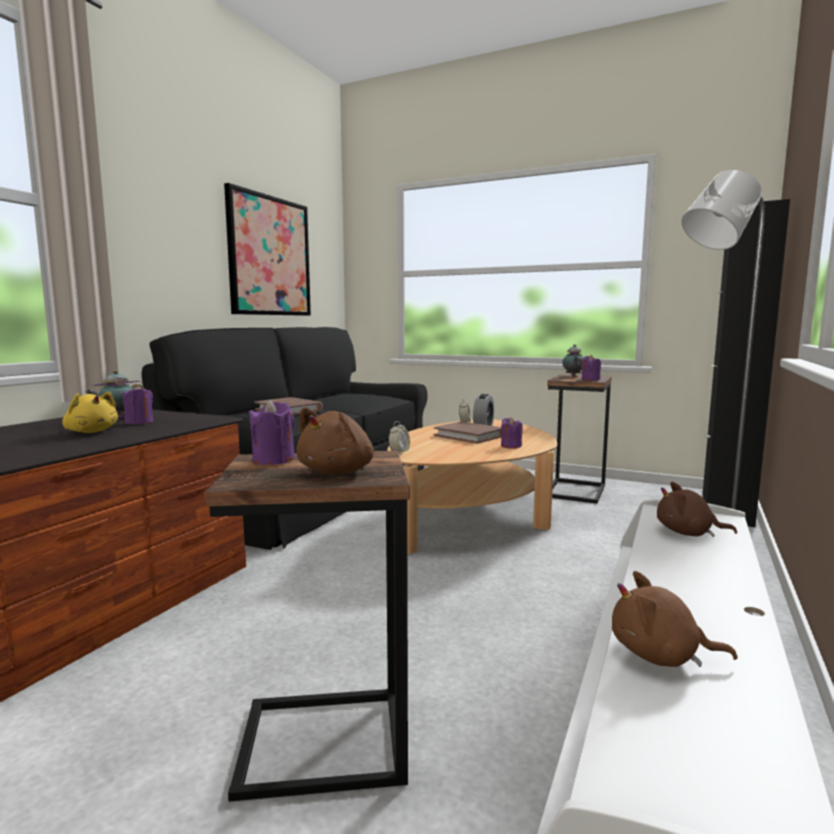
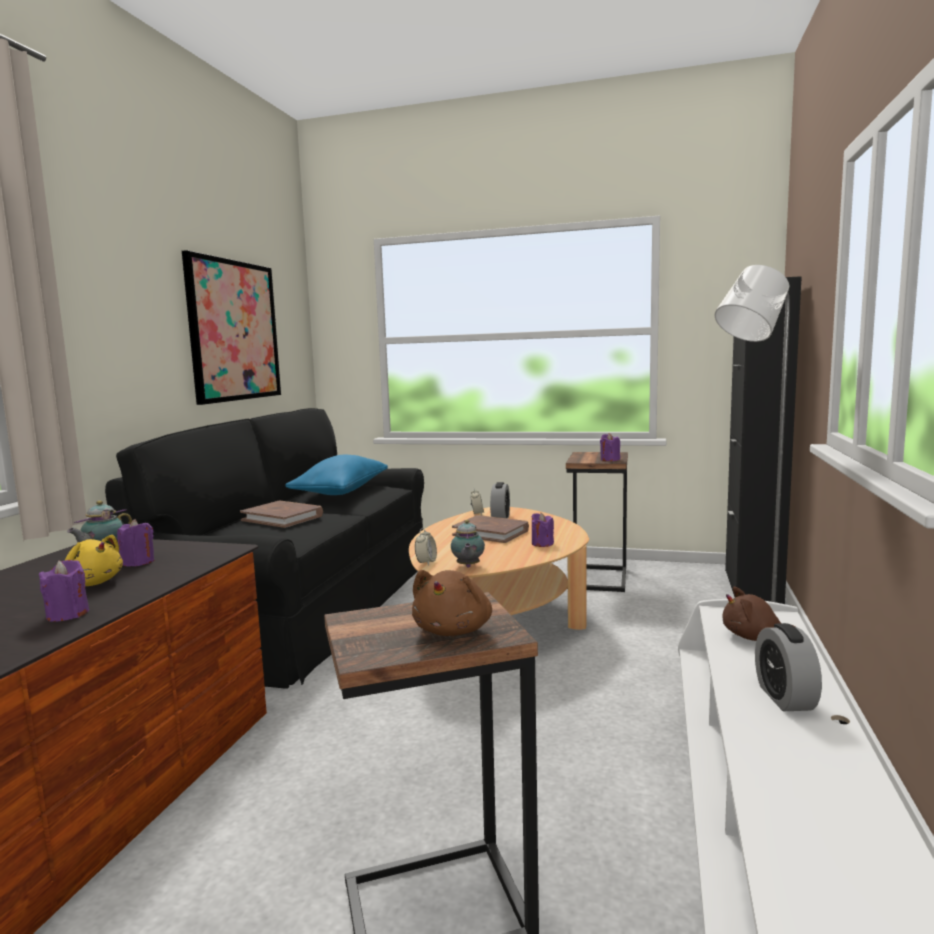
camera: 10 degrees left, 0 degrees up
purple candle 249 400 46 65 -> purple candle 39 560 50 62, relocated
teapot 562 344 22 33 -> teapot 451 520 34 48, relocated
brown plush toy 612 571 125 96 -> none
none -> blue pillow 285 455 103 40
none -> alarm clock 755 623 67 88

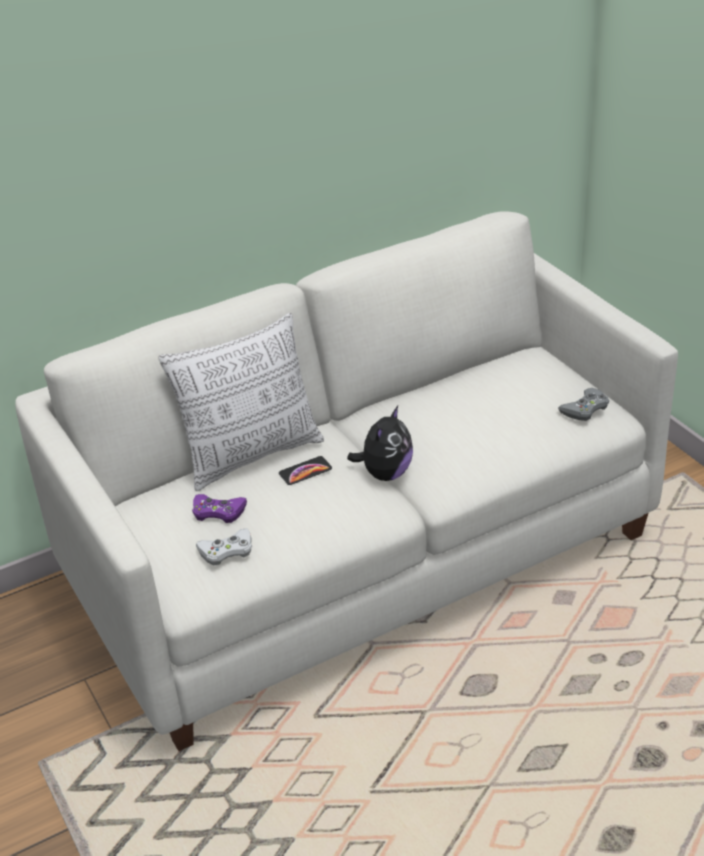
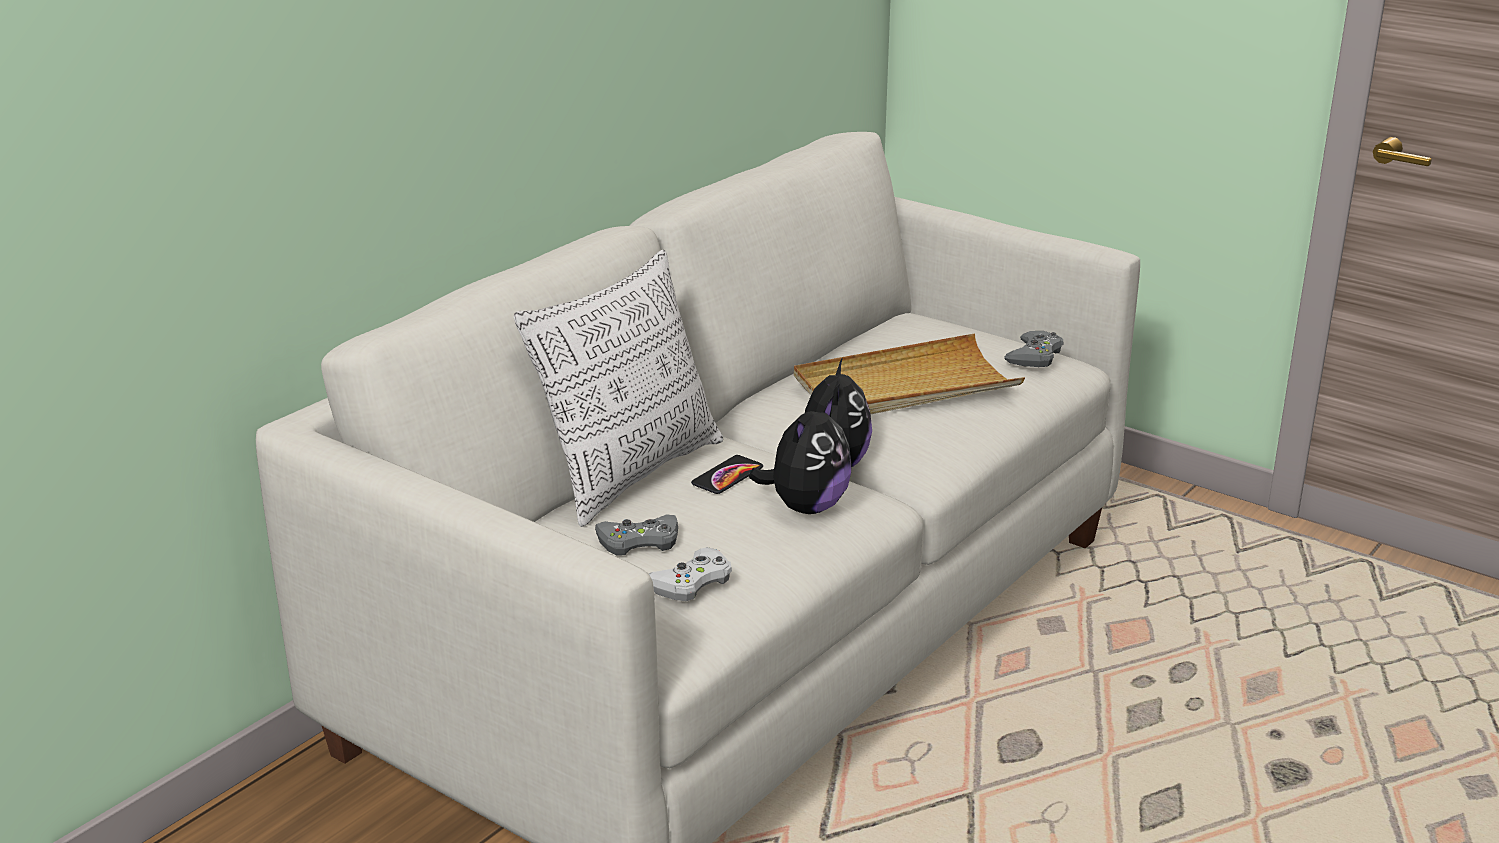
camera: 25 degrees left, 10 degrees down
purple game controller 192 494 55 29 -> grey game controller 595 514 83 41
none -> plush toy 749 397 103 117
none -> beige tray 794 334 231 80

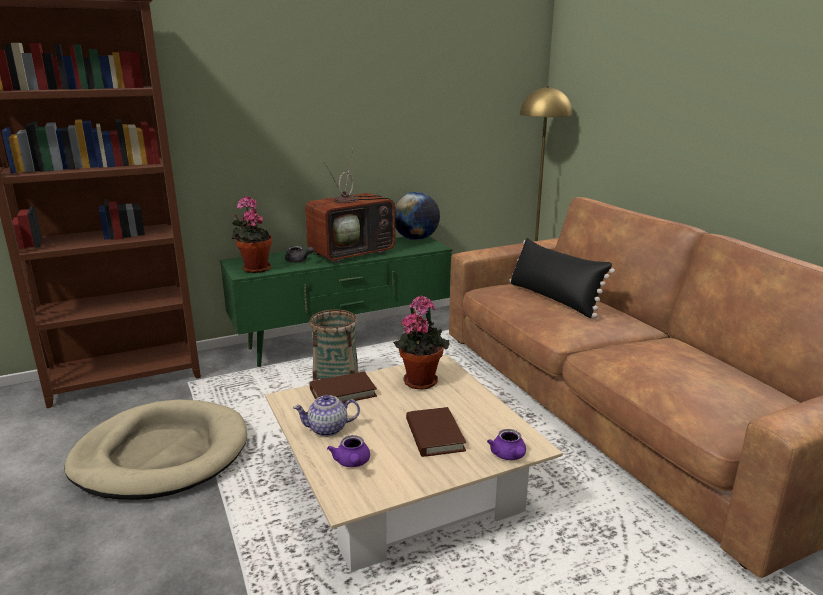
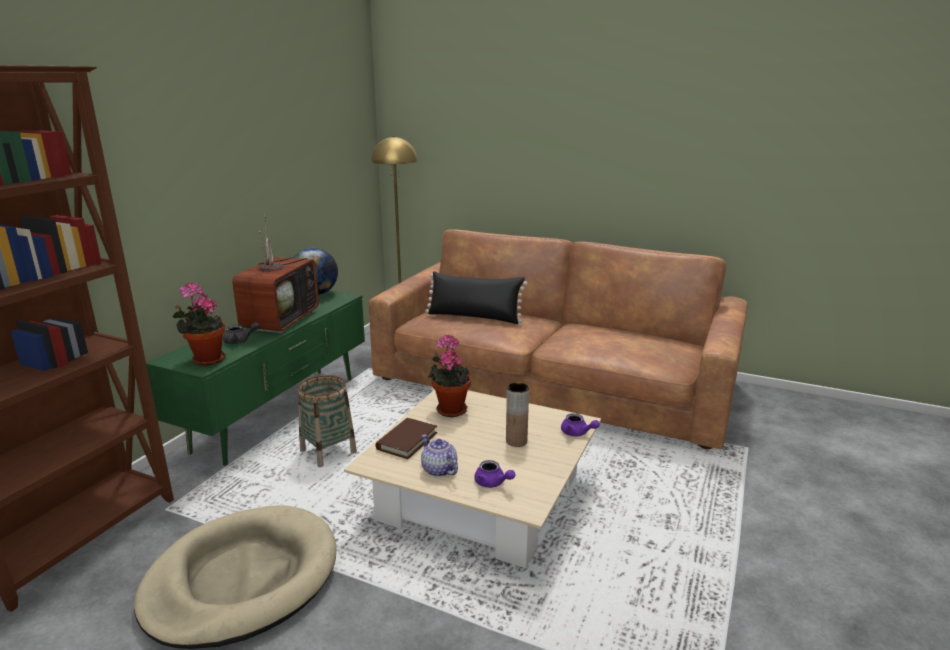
camera: 40 degrees left, 0 degrees up
teapot 293 395 67 41 -> teapot 421 435 37 42, 105 degrees clockwise
brown book 406 407 60 50 -> brown vase 506 382 23 65

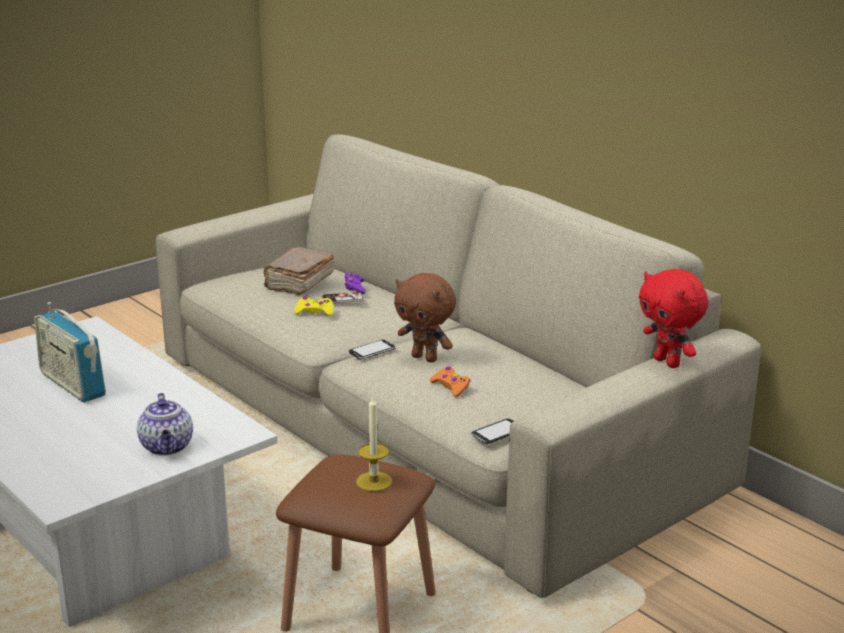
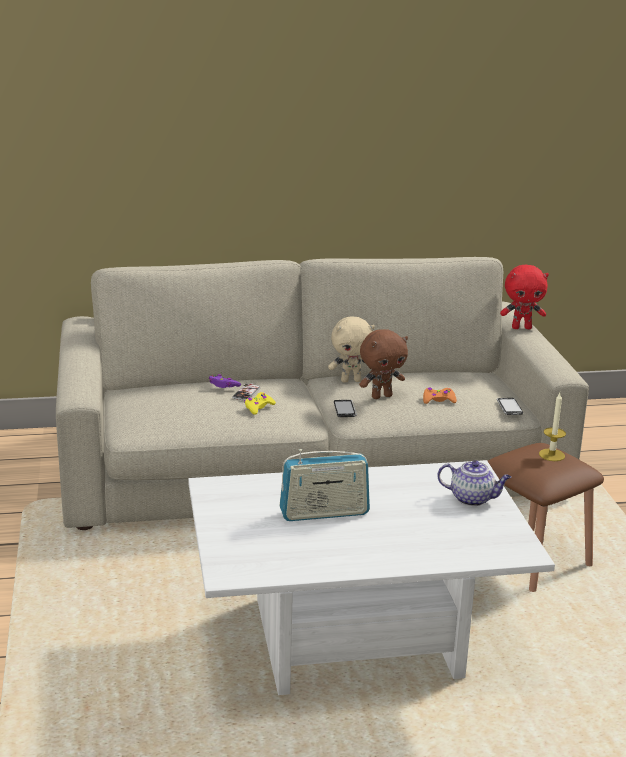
camera: 60 degrees left, 0 degrees up
brown book 264 247 71 49 -> none
none -> beige plush toy 328 316 47 67

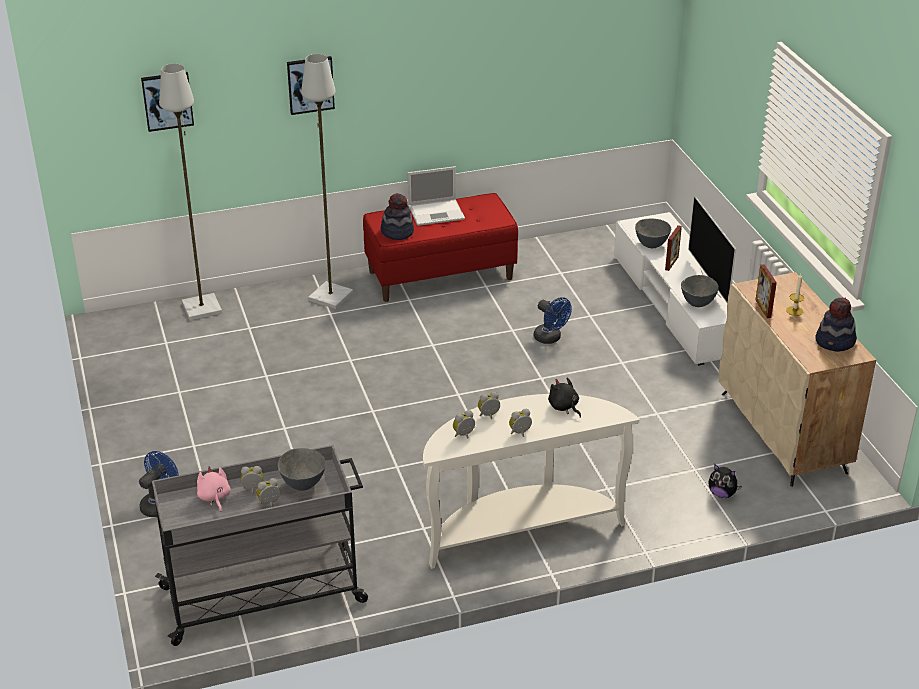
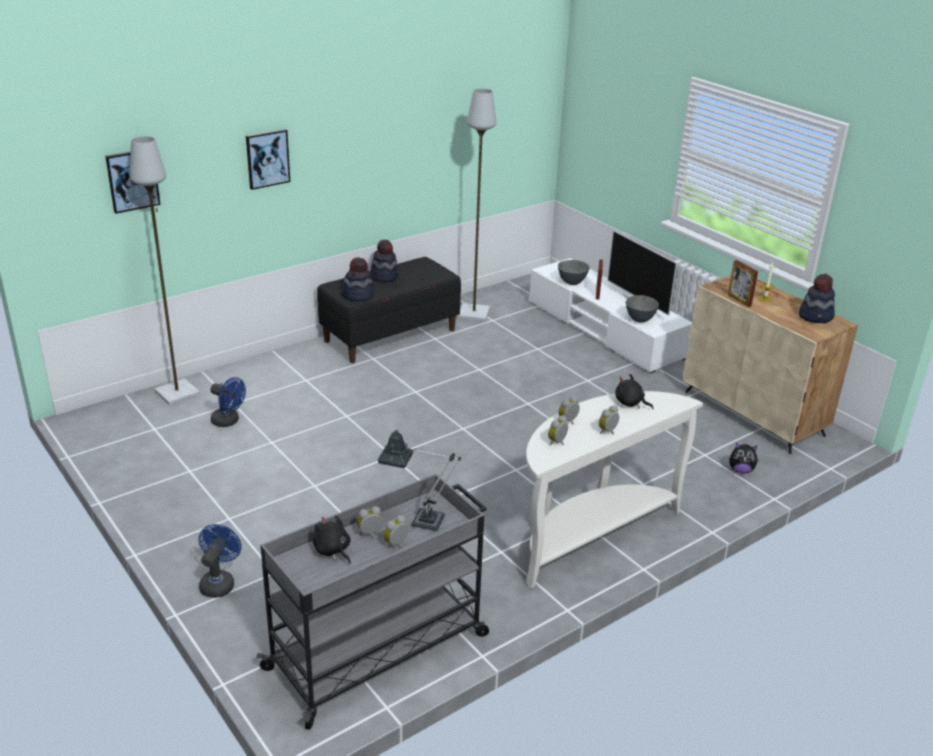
camera: 20 degrees left, 5 degrees down
pink plush toy 197 467 34 45 -> black plush toy 313 515 38 49
grey bowl 278 448 47 42 -> table lamp 378 430 83 101
grey floor lamp 301 54 52 255 -> grey floor lamp 458 88 38 234, relocated
red bench 363 193 155 109 -> black bench 317 257 144 106
laptop 408 166 57 60 -> hat 370 240 29 42
blue fan 534 297 38 47 -> blue fan 210 377 36 50, relocated

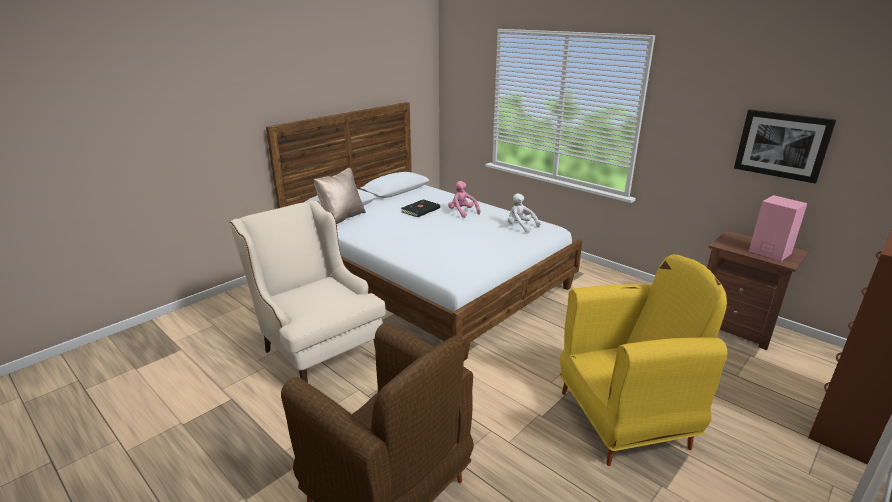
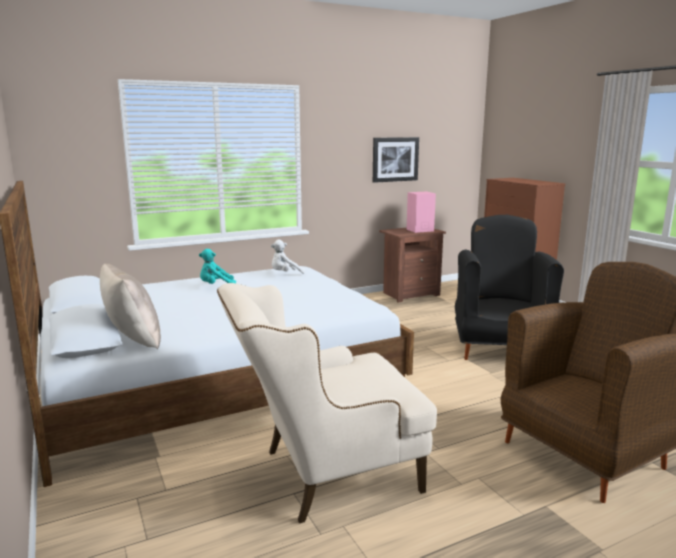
camera: 70 degrees left, 10 degrees down
black book 401 199 39 18 -> none
pink plush toy 448 181 32 37 -> turquoise plush toy 199 249 37 35
yellow armchair 560 255 168 211 -> black armchair 455 215 109 145

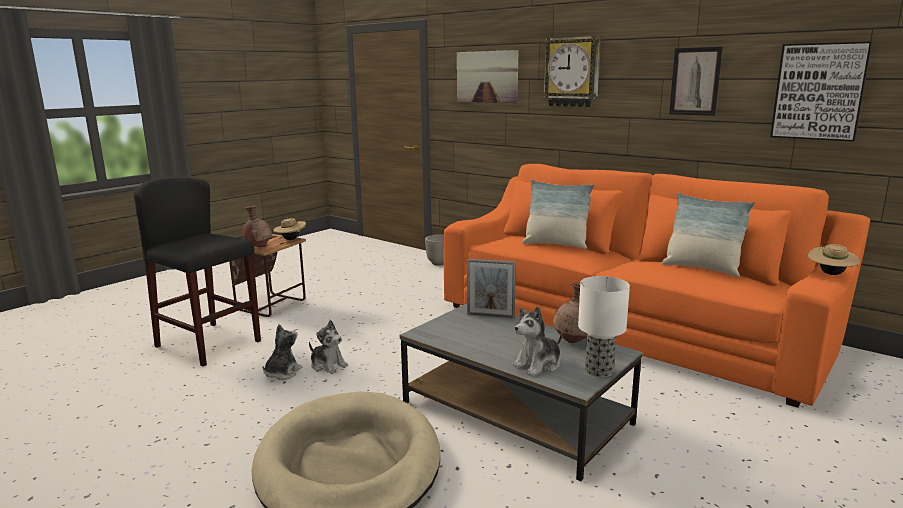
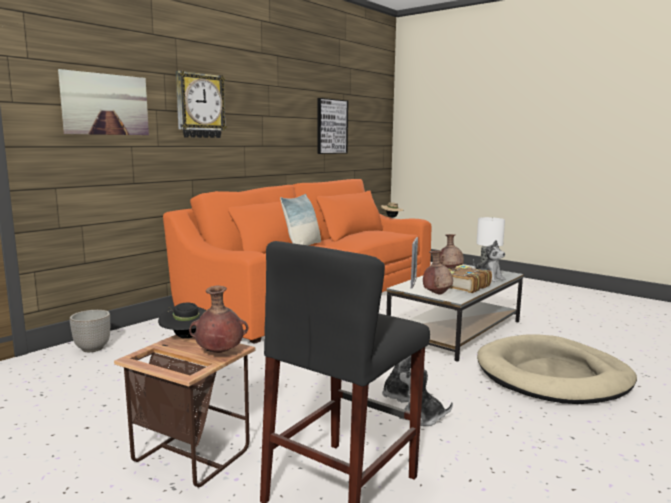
camera: 90 degrees left, 5 degrees down
beige hat 273 217 33 23 -> black hat 158 303 48 36
pillow 662 193 93 84 -> none
picture 669 47 54 69 -> none
none -> brown vase 423 250 30 45
none -> book 449 265 43 28

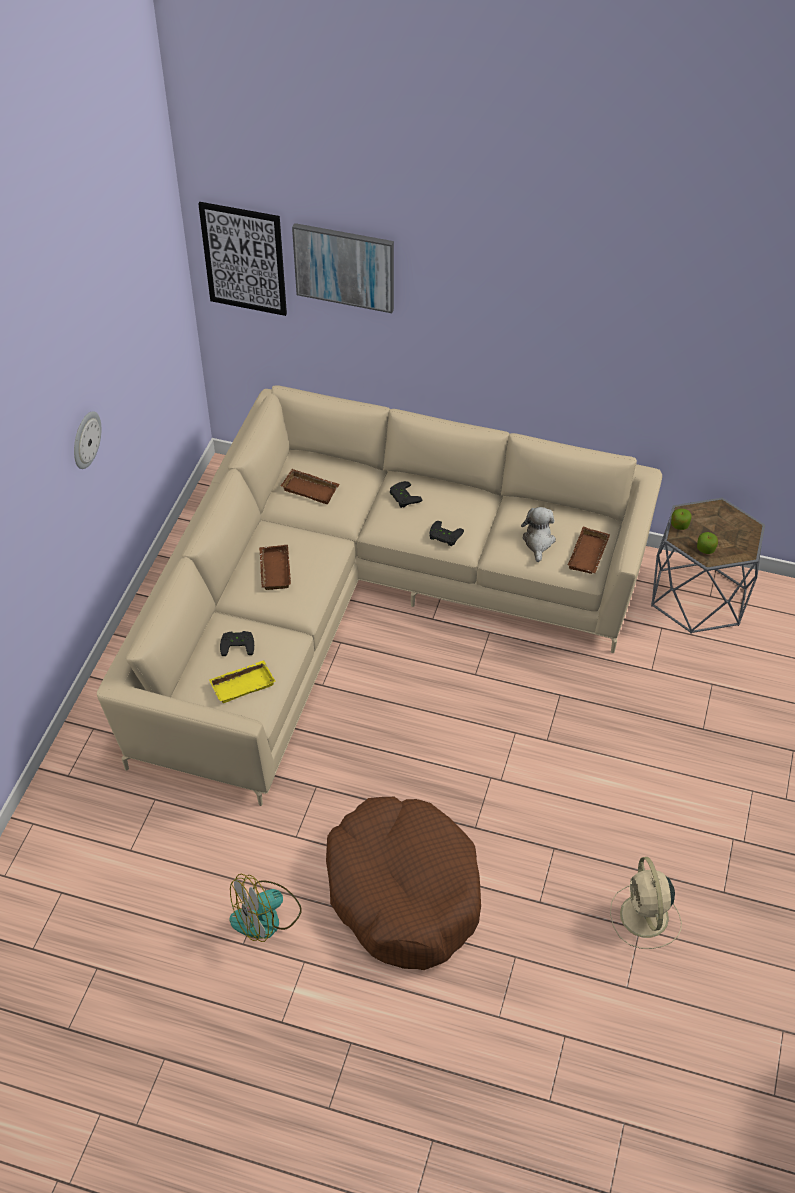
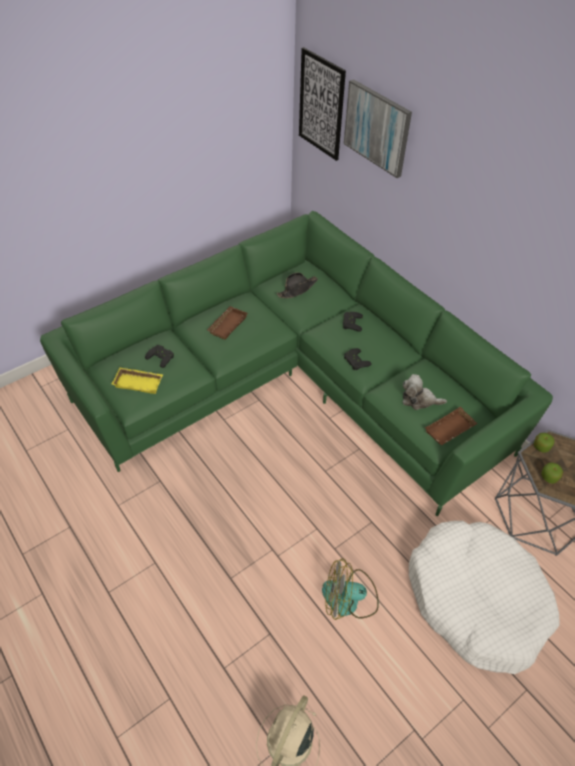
camera: 35 degrees right, 0 degrees up
wall clock 74 411 27 58 -> none
beige sofa 97 385 565 421 -> green sofa 40 211 513 305
fan 229 874 73 68 -> fan 322 558 57 62, relocated
brown tray 281 469 59 35 -> black hat 277 273 41 25
brown dog bed 326 797 155 173 -> none
plush toy 521 507 35 55 -> plush toy 403 374 44 36, 120 degrees counterclockwise
none -> white dog bed 409 521 151 153

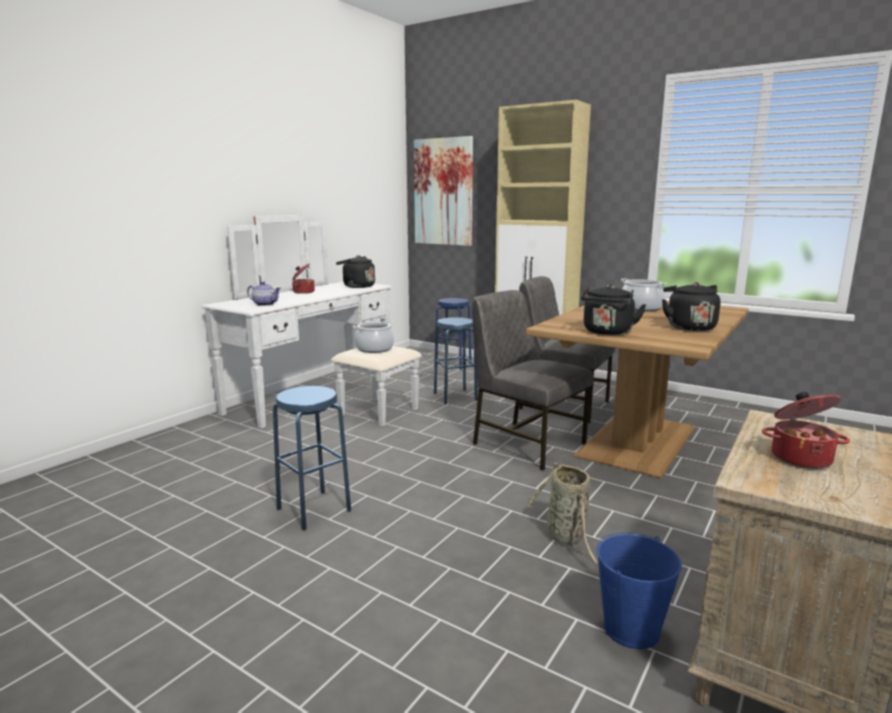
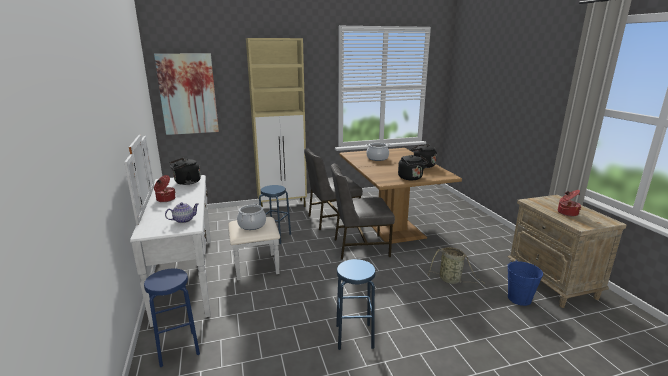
camera: 50 degrees left, 5 degrees up
blue stool 434 298 38 72 -> blue stool 144 269 56 98, relocated

